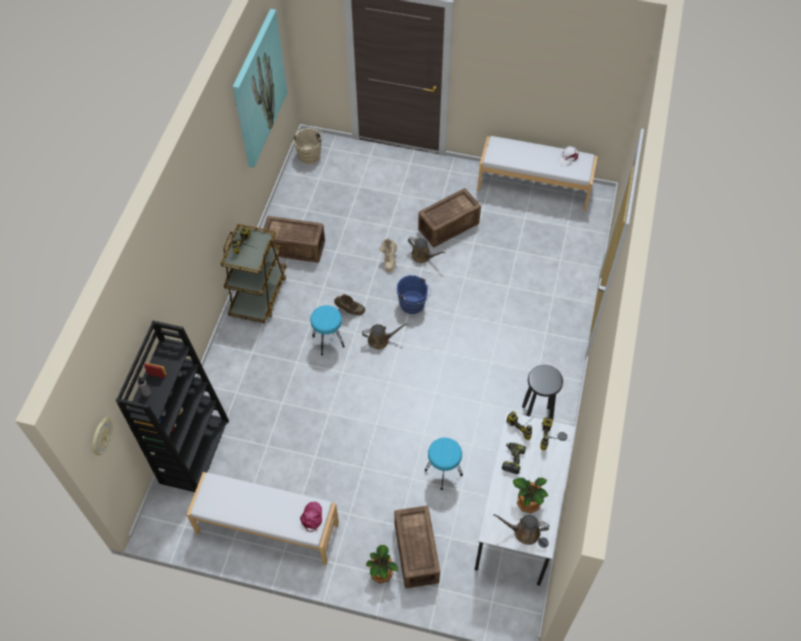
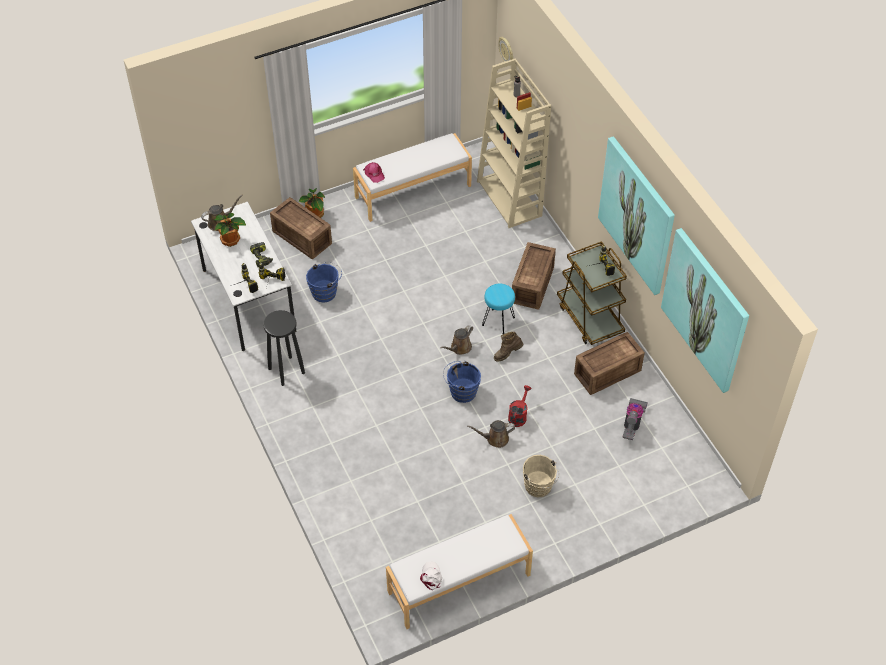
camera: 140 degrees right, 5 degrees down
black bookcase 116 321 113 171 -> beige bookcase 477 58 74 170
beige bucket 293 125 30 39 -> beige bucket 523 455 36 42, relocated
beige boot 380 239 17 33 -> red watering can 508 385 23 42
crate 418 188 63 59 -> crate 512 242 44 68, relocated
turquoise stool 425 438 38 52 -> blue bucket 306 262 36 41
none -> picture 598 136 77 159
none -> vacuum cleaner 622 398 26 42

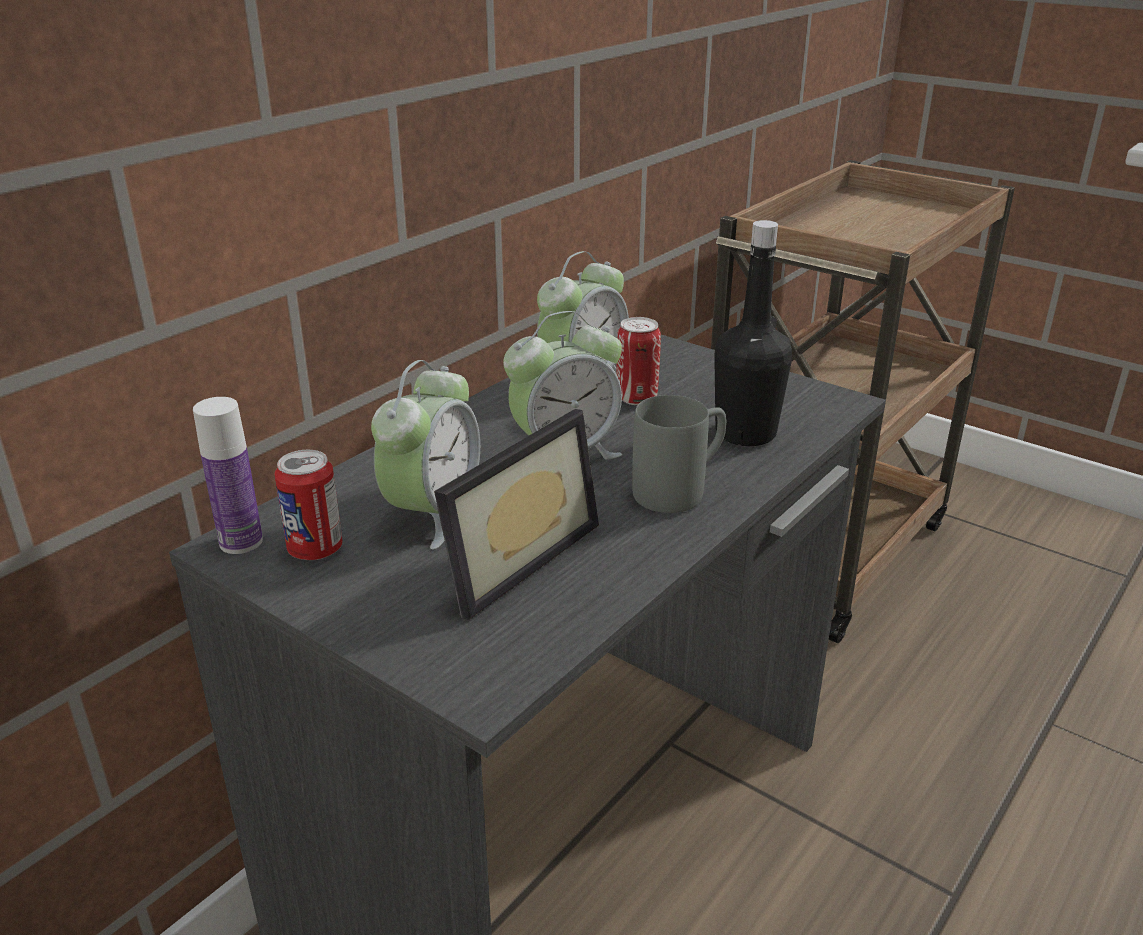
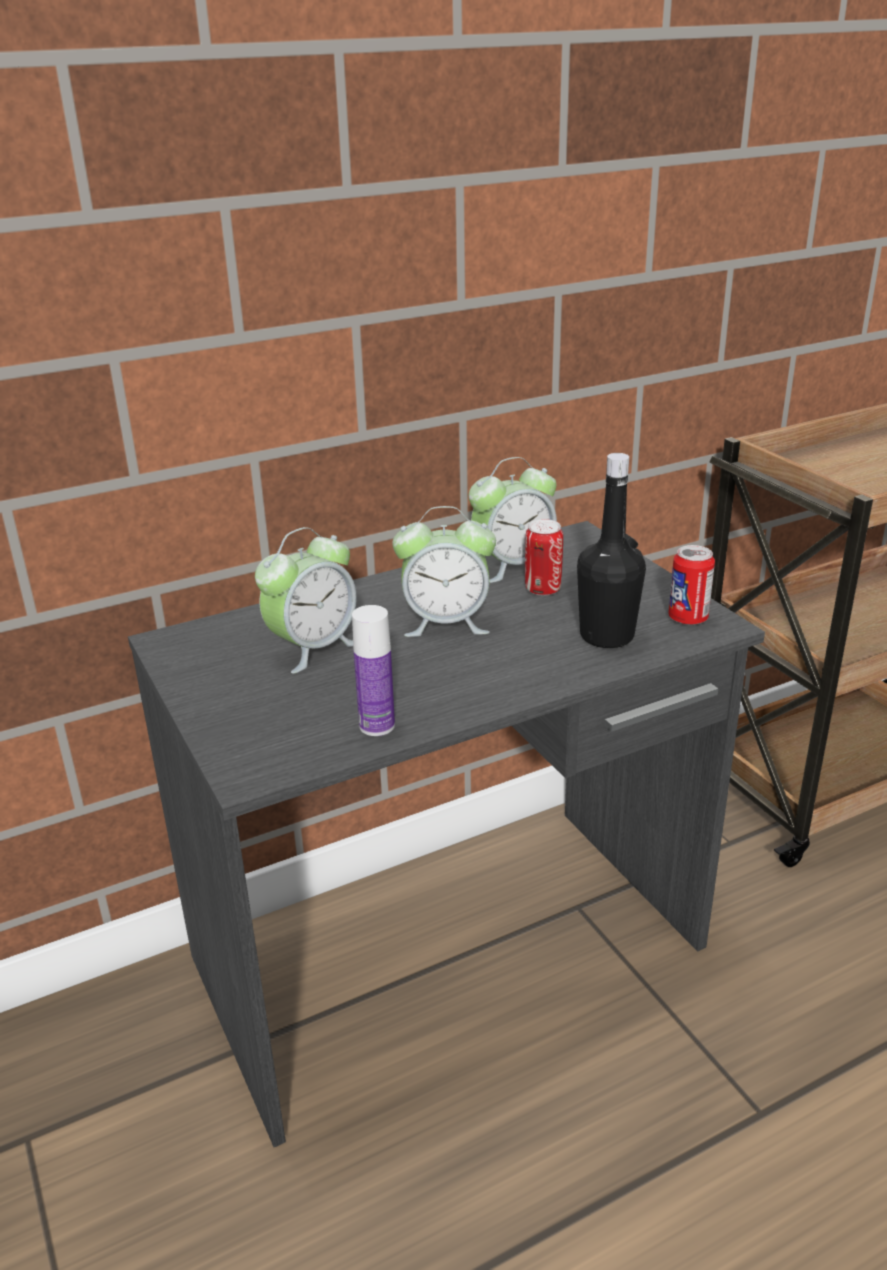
camera: 25 degrees right, 0 degrees up
bottle 193 397 70 157 -> bottle 352 605 43 131, relocated
can 275 450 68 110 -> can 668 545 47 80, relocated
picture frame 434 409 165 211 -> none
grey mug 632 395 94 118 -> none

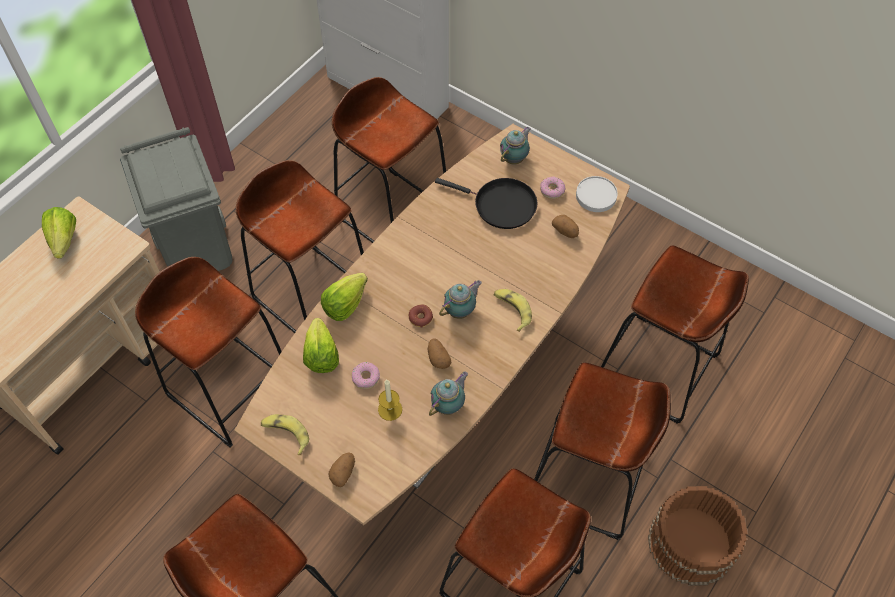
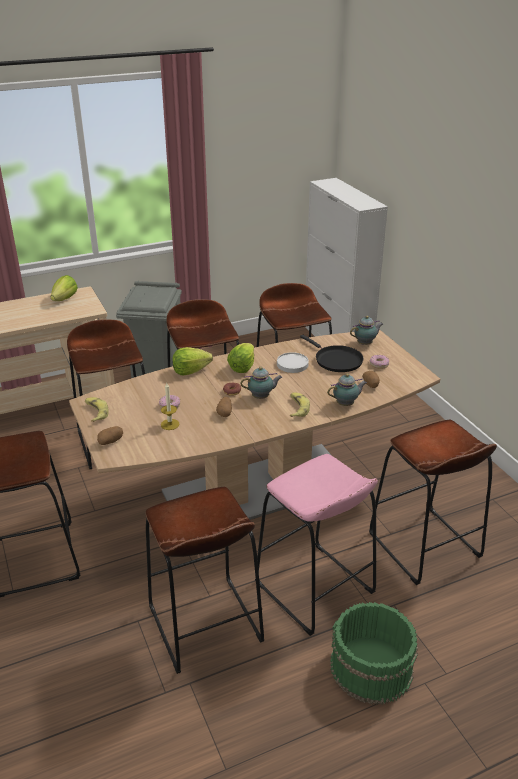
camera: 30 degrees right, 25 degrees down
lettuce 303 318 36 55 -> lettuce 227 343 27 30, relocated
teapot 429 372 39 44 -> teapot 327 373 40 33, relocated
brown stool 534 363 137 177 -> pink stool 255 454 123 182
white plate 576 176 42 36 -> white plate 277 352 32 21, relocated
brown bucket 648 486 100 100 -> green bucket 330 602 88 103

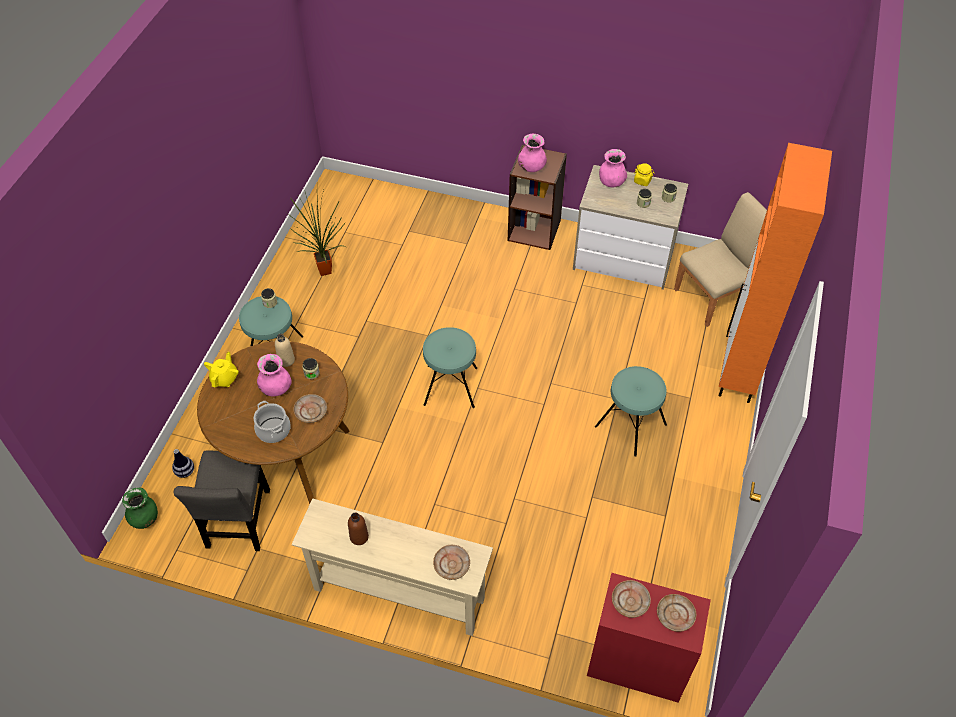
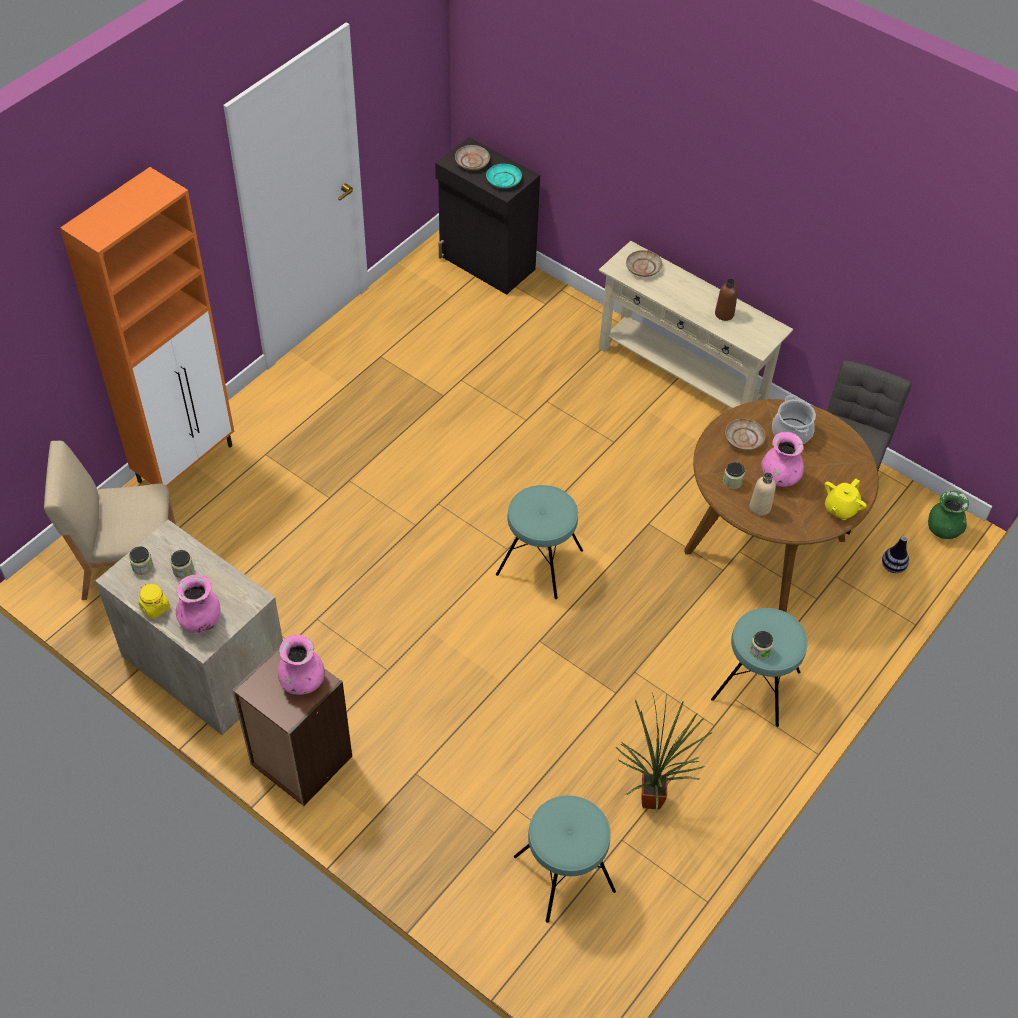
camera: 160 degrees left, 0 degrees up
red cabinet 587 573 124 129 -> black cabinet 435 137 105 158
turquoise stool 595 366 72 91 -> turquoise stool 514 795 102 128, relocated
beige plate 612 580 39 38 -> turquoise plate 486 164 36 24

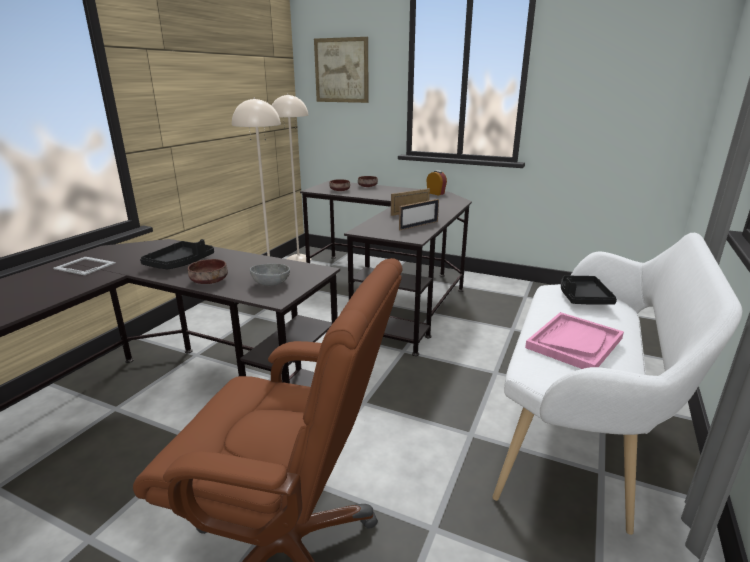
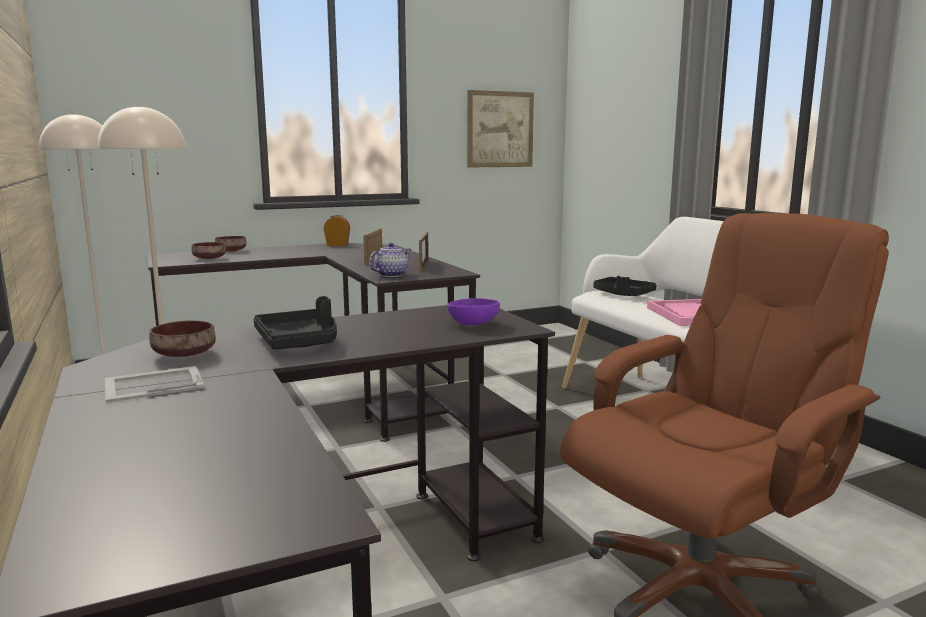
camera: 50 degrees left, 10 degrees down
brown bowl 188 259 40 25 -> brown bowl 149 321 67 36, relocated
grey bowl 250 263 40 23 -> purple bowl 447 298 53 27
picture 314 37 55 66 -> picture 467 90 67 77, relocated
none -> teapot 369 243 42 34

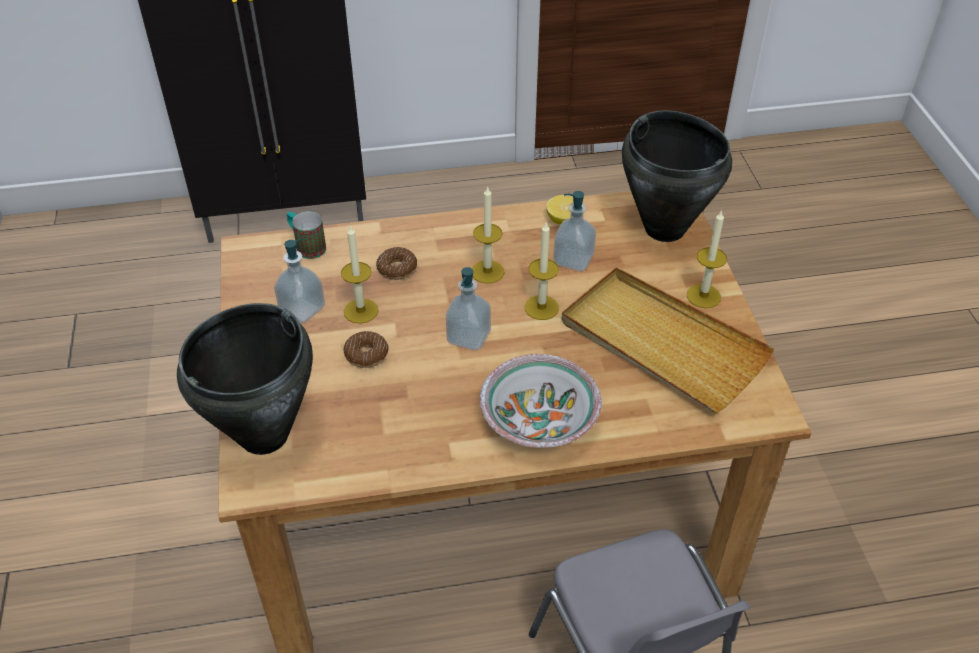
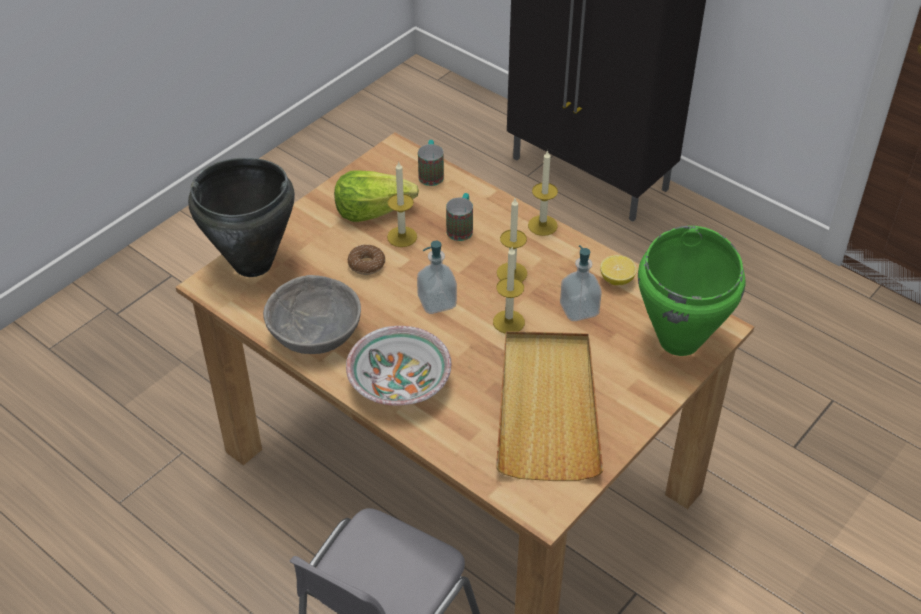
camera: 50 degrees right, 0 degrees up
soap dispenser 274 239 51 84 -> lettuce 334 170 85 52
donut 376 247 41 33 -> mug 446 193 27 48
black cooking pot 622 110 110 132 -> green cooking pot 638 226 108 130
candle 687 210 40 98 -> candle 528 150 30 86, relocated
none -> grey bowl 263 275 98 79

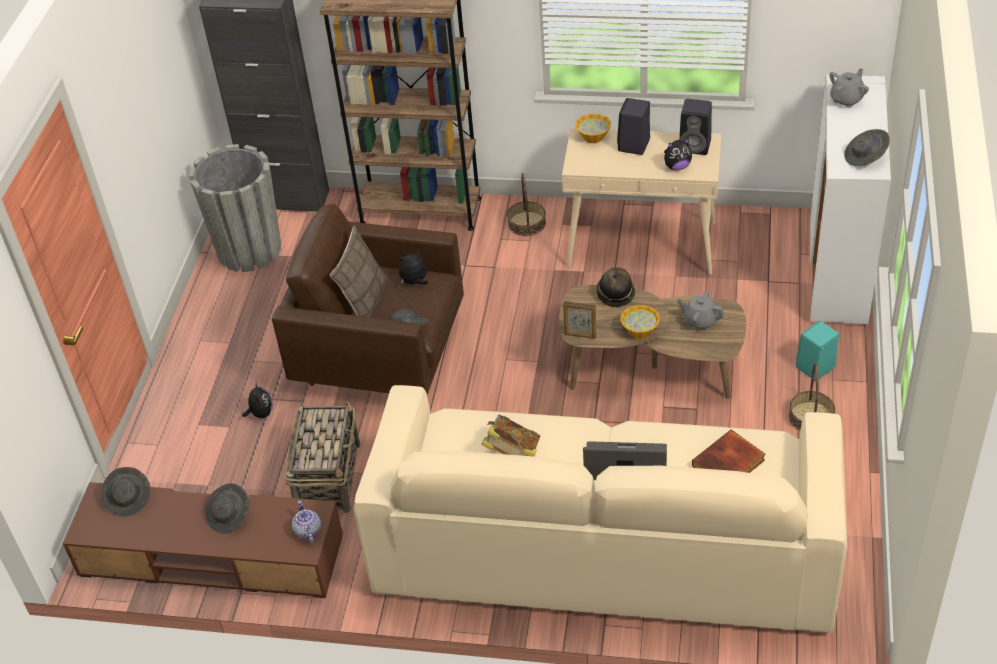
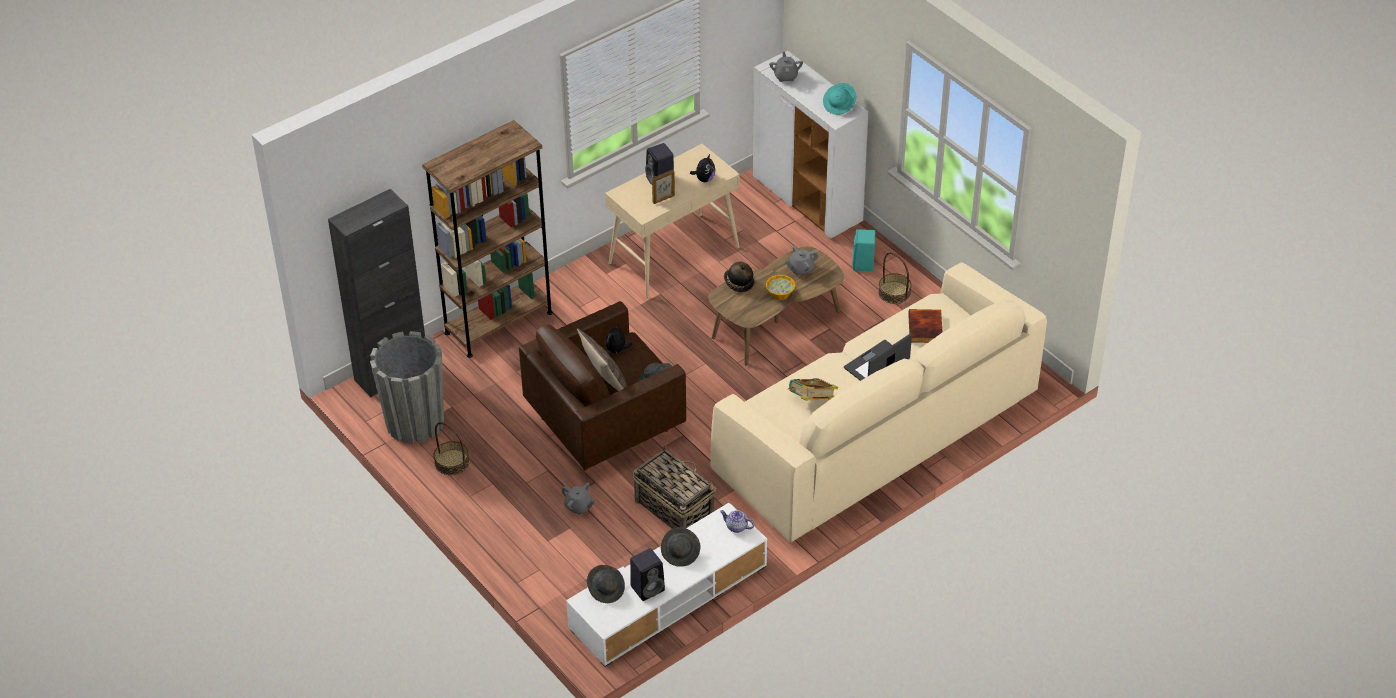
camera: 50 degrees left, 0 degrees up
brown tv stand 63 482 280 116 -> white tv stand 566 503 201 164
plush toy 242 381 31 37 -> grey teapot 561 482 34 33
basket 507 173 39 63 -> basket 433 422 37 53, relocated
picture frame 563 301 33 38 -> picture frame 652 170 23 34, relocated
bowl 575 114 36 29 -> none
black speaker 679 99 33 56 -> black speaker 630 548 35 53, relocated
grey hat 844 129 46 37 -> turquoise hat 823 83 33 32

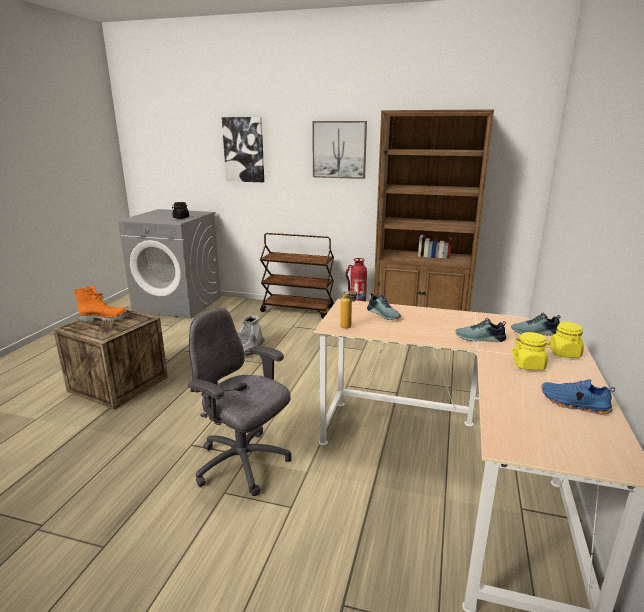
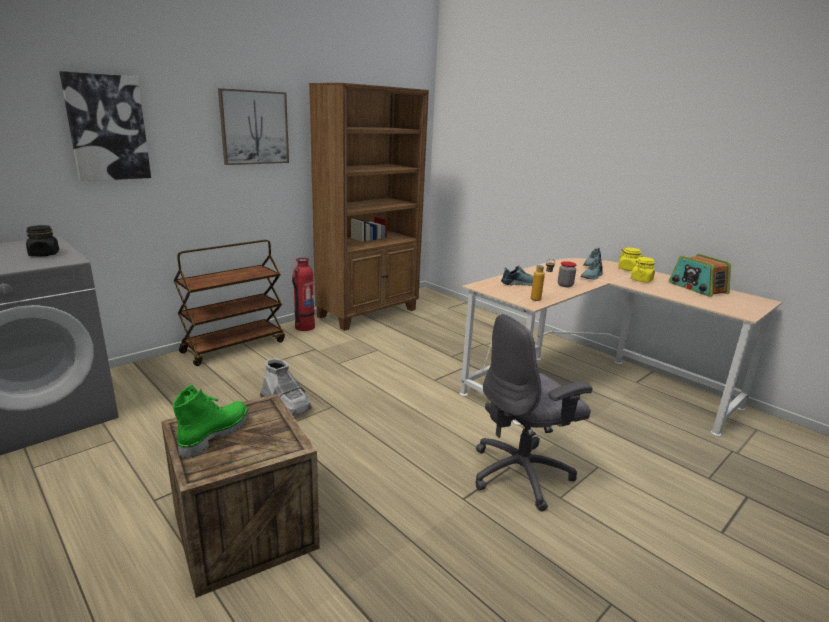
camera: 60 degrees left, 0 degrees up
orange boot 74 286 54 36 -> green boot 173 384 76 75
blue shoe 541 379 74 36 -> radio 669 254 62 43
none -> jar 558 261 19 26

